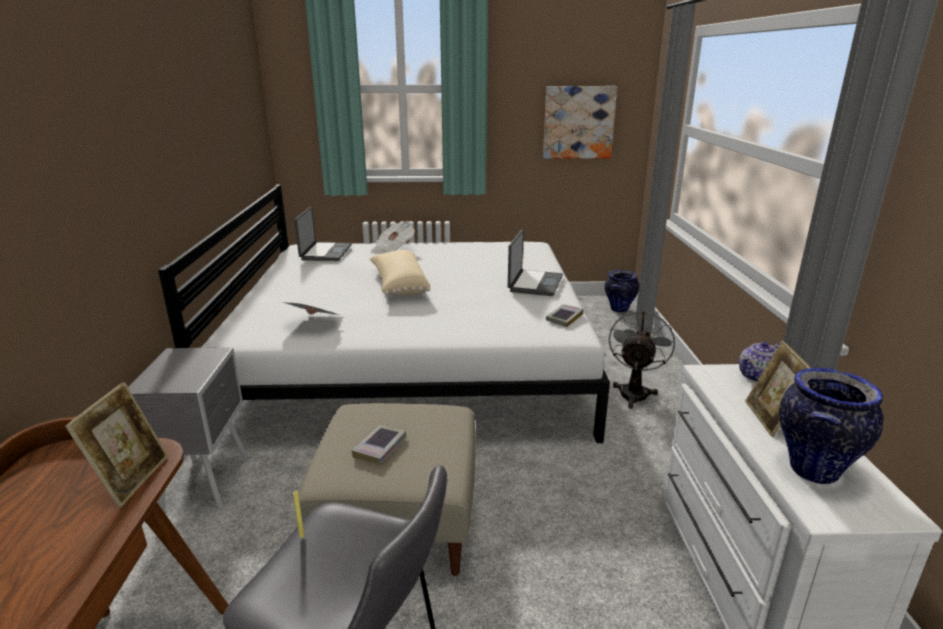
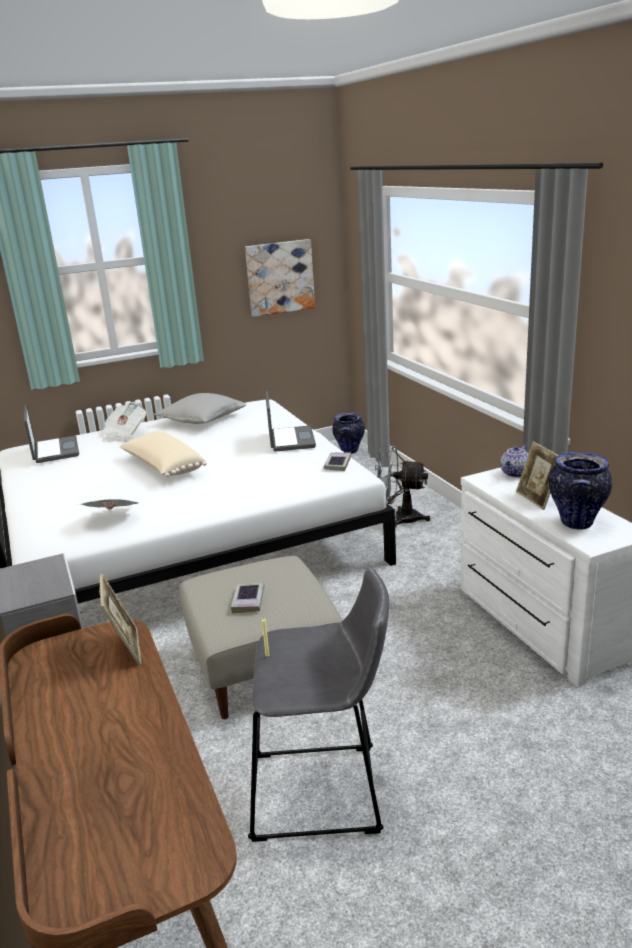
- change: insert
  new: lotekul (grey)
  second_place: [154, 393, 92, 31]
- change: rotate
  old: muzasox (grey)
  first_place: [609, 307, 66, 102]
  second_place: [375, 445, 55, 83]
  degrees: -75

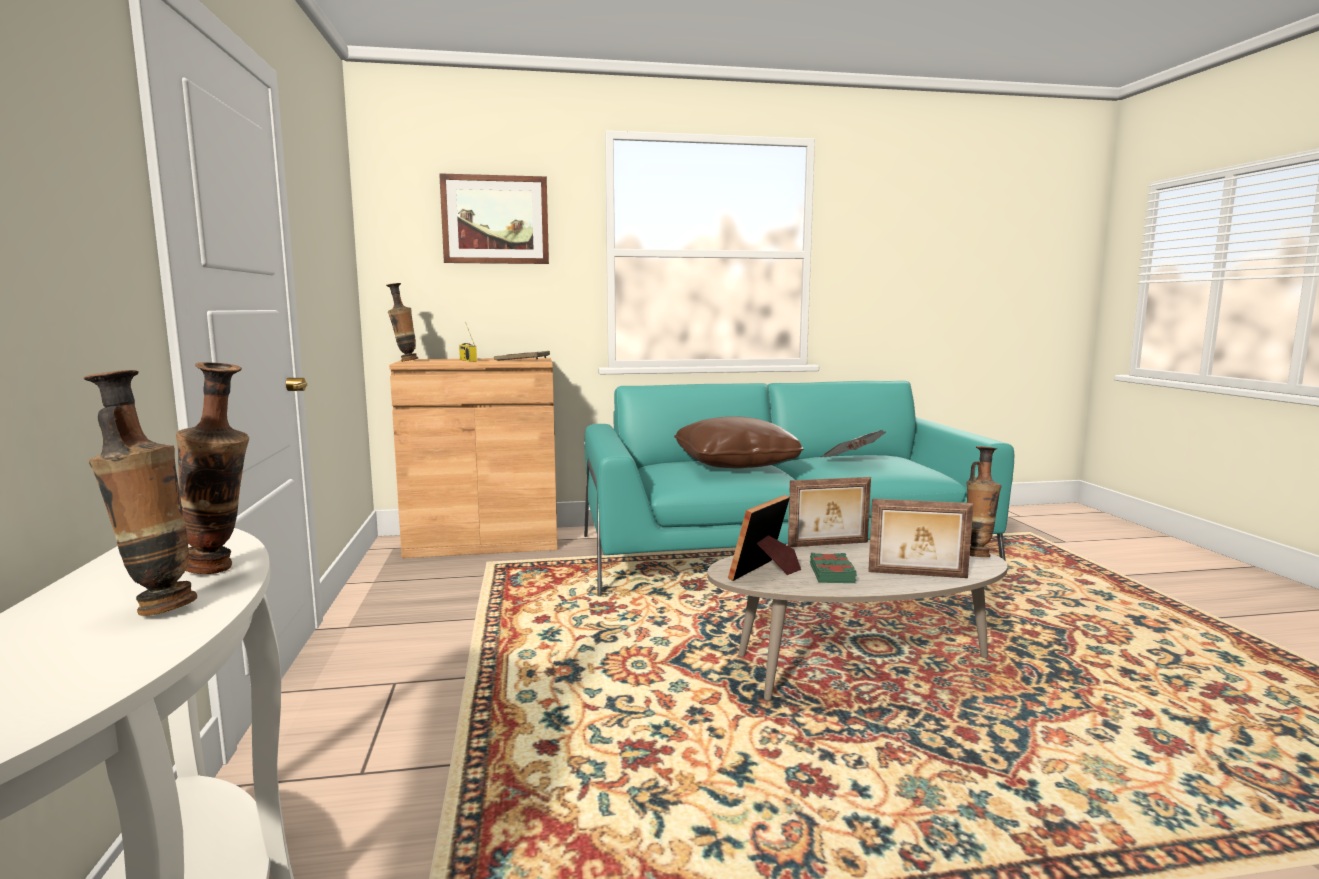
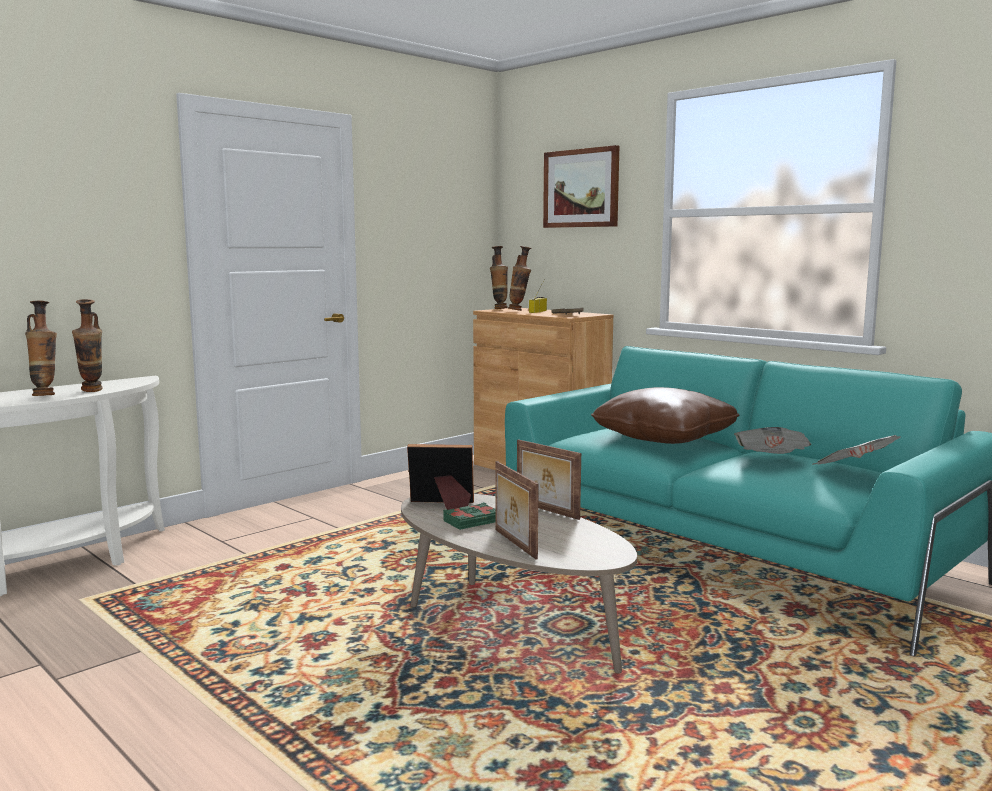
- change: insert
  new: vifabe
  second_place: [813, 435, 88, 30]
- change: move
  old: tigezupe
  first_place: [966, 446, 36, 111]
  second_place: [508, 246, 24, 65]

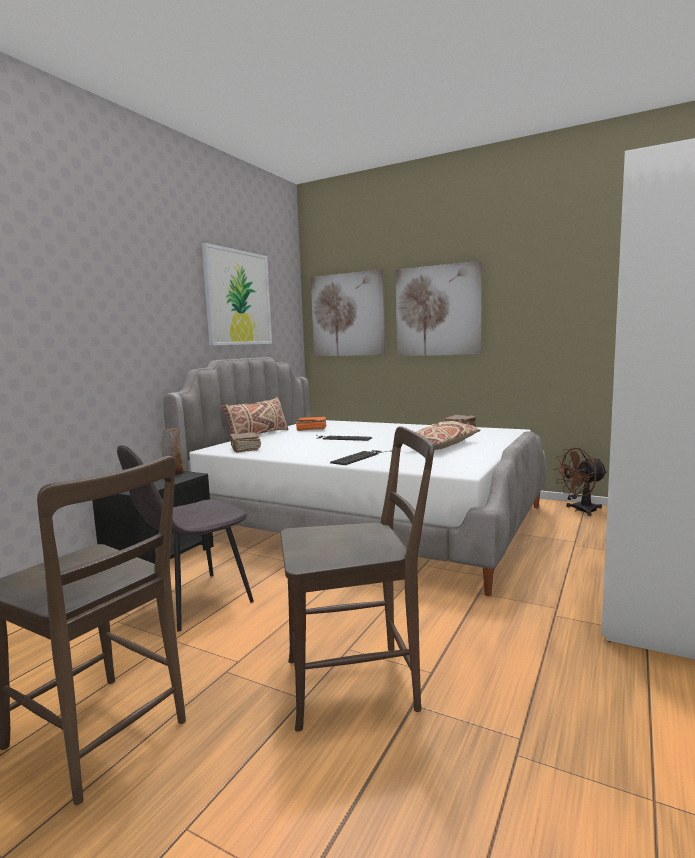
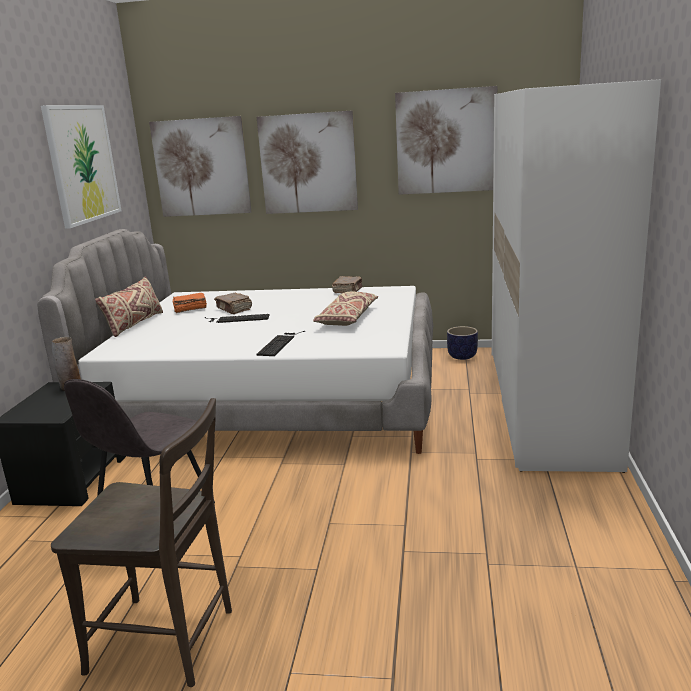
- change: delete
  old: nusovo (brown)
  first_place: [281, 426, 154, 305]
- change: insert
  new: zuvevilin
  second_place: [395, 86, 102, 109]
- change: move
  old: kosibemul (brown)
  first_place: [229, 432, 32, 20]
  second_place: [214, 293, 38, 21]
- change: replace
  old: muzasox (brown)
  new: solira
  first_place: [553, 448, 55, 68]
  second_place: [447, 326, 31, 34]

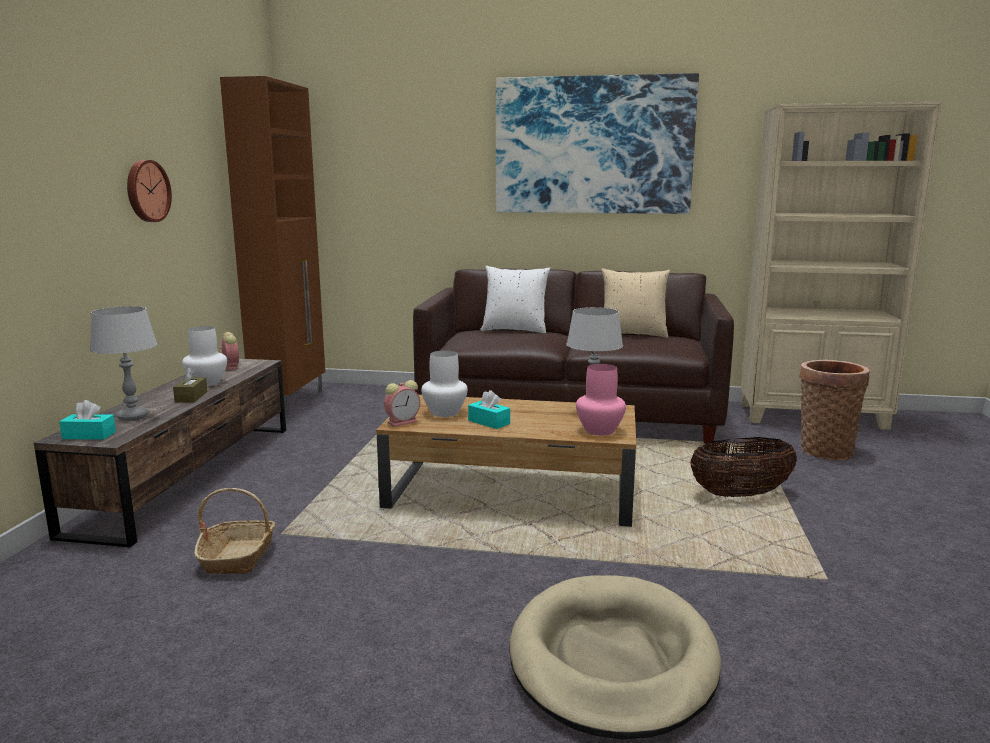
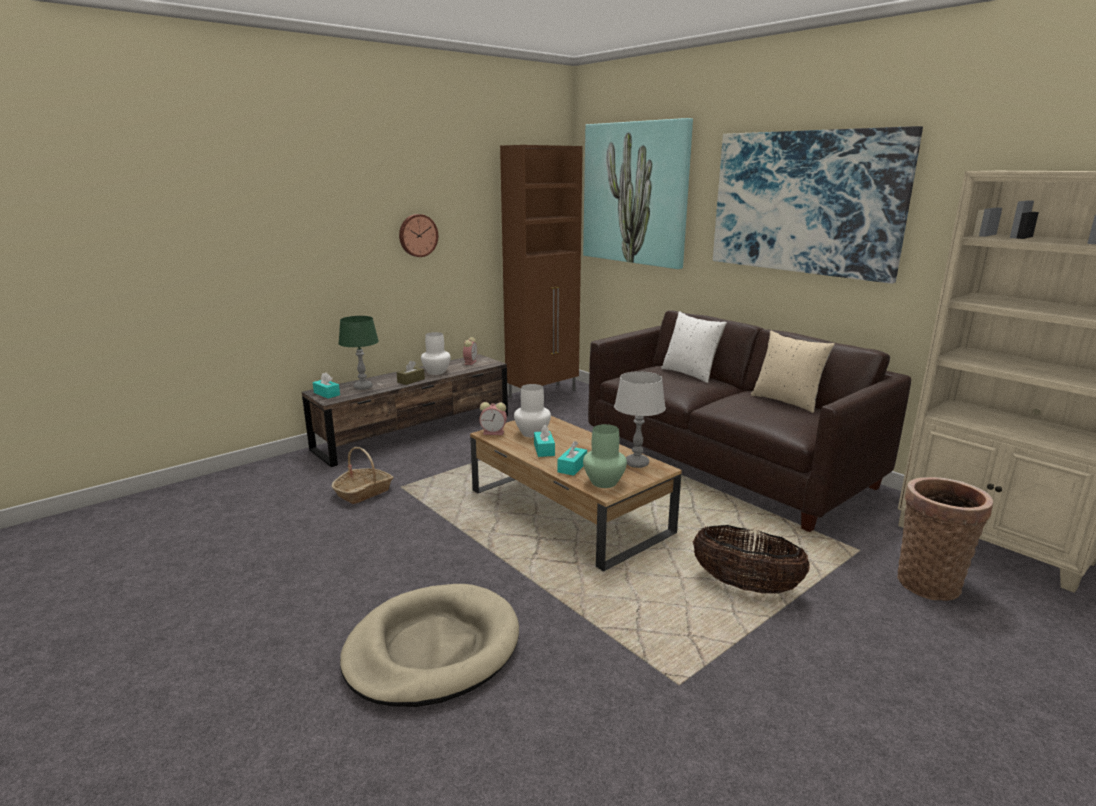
- change: insert
  new: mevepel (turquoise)
  second_place: [557, 441, 30, 35]
- change: insert
  new: zuvevilin
  second_place: [583, 118, 110, 151]
- change: recolor
  old: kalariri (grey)
  new: kalariri (green)
  first_place: [89, 306, 68, 115]
  second_place: [338, 316, 41, 74]
- change: recolor
  old: tigezupe (pink)
  new: tigezupe (green)
  first_place: [576, 364, 50, 71]
  second_place: [583, 424, 44, 64]

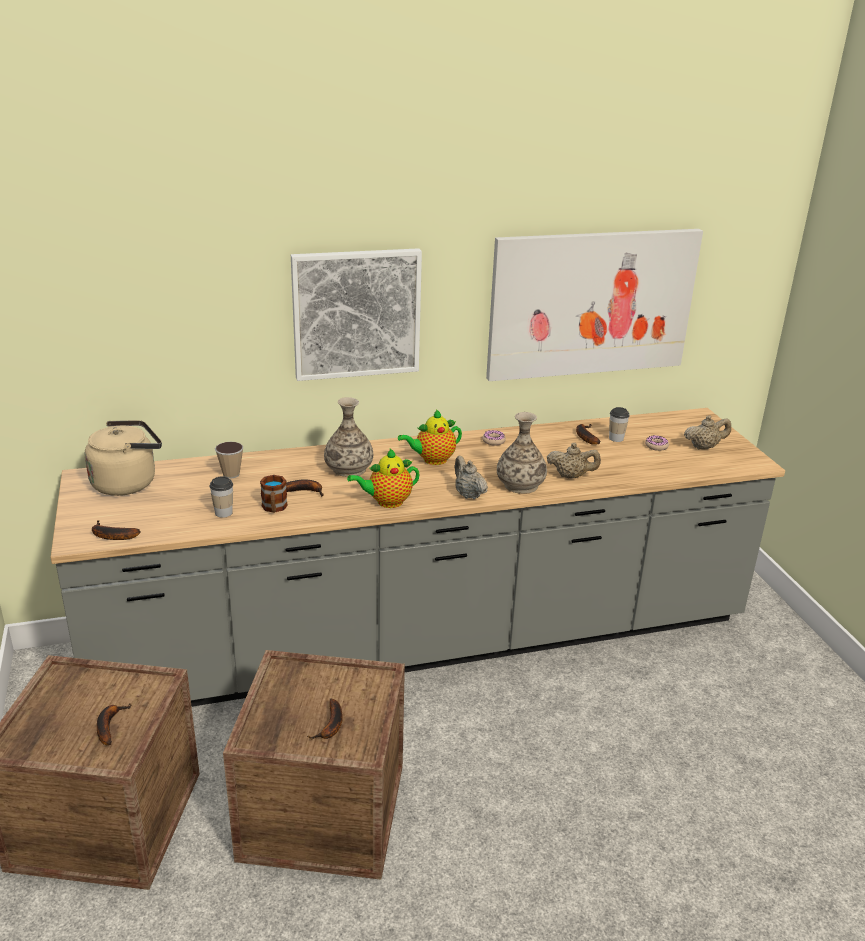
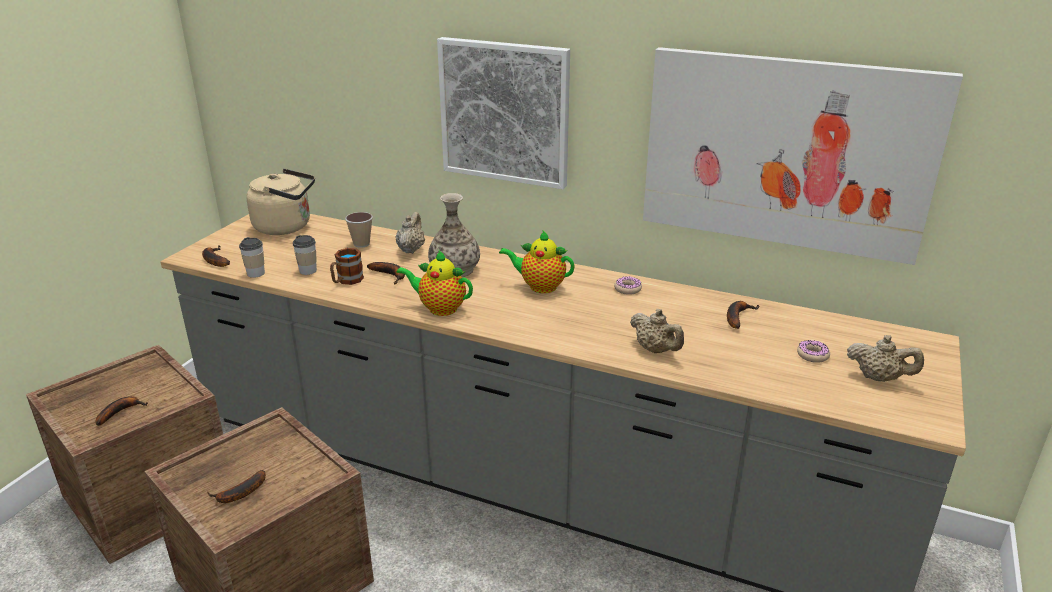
- change: delete
  old: tigezupe
  first_place: [497, 412, 50, 82]
- change: move
  old: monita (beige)
  first_place: [455, 456, 33, 43]
  second_place: [395, 212, 30, 42]
- change: move
  old: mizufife
  first_place: [609, 407, 21, 35]
  second_place: [239, 237, 26, 41]

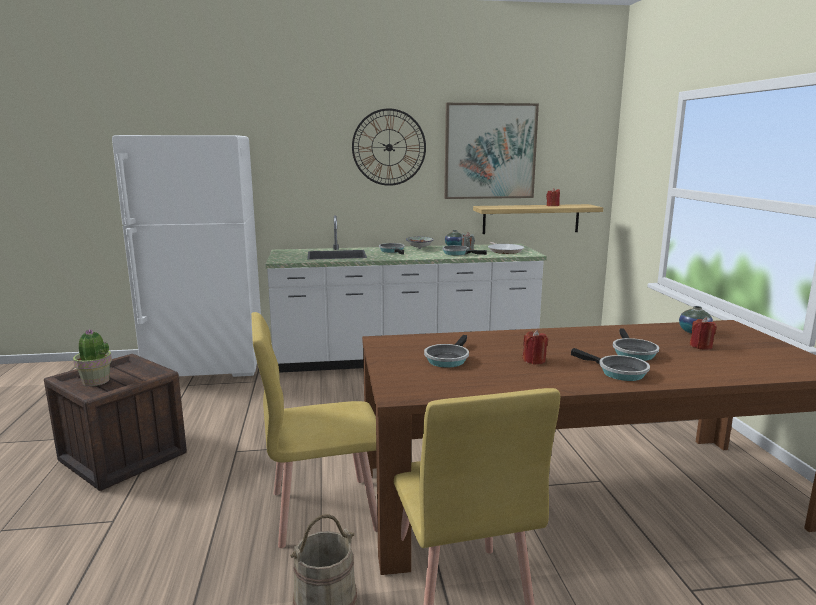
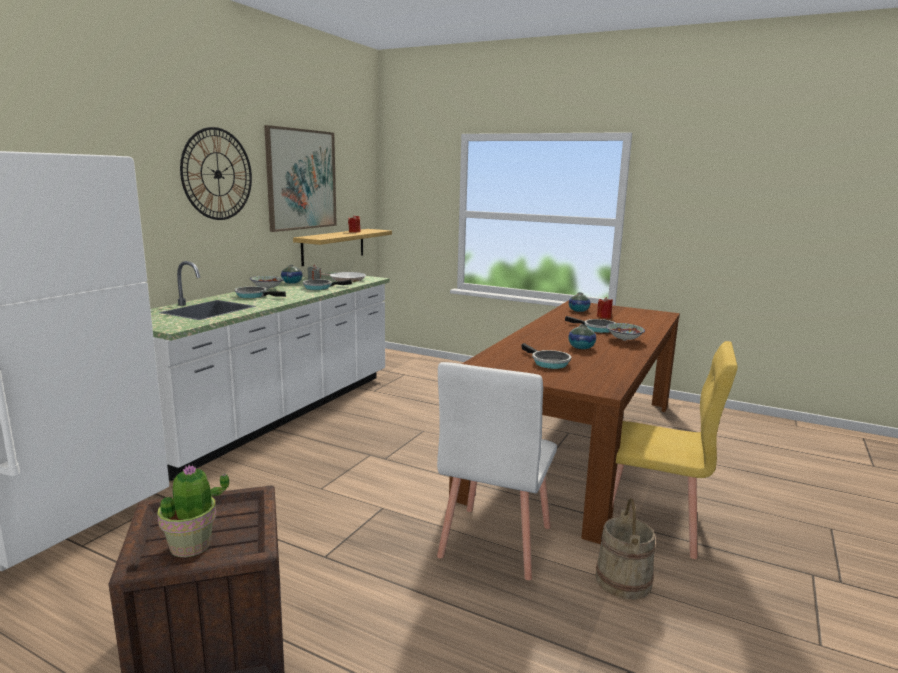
- change: replace
  old: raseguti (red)
  new: tigezupe
  first_place: [522, 330, 26, 34]
  second_place: [568, 324, 28, 25]
- change: replace
  old: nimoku
  new: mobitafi
  first_place: [571, 348, 79, 33]
  second_place: [606, 323, 39, 18]
- change: recolor
  old: nusovo (yellow)
  new: nusovo (white)
  first_place: [251, 312, 127, 236]
  second_place: [437, 362, 120, 218]

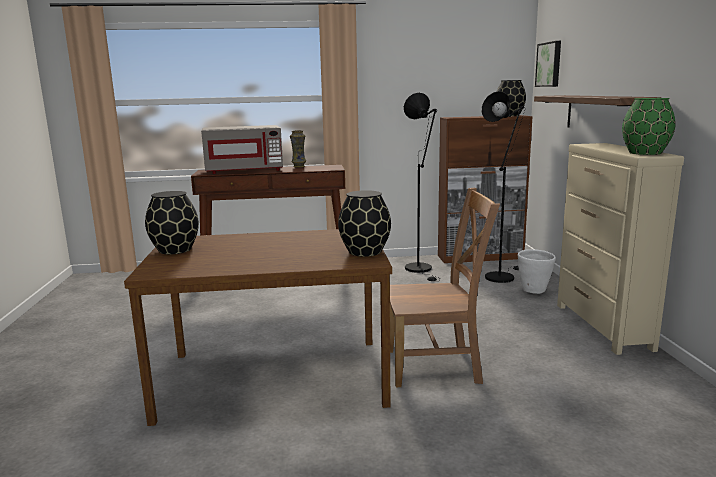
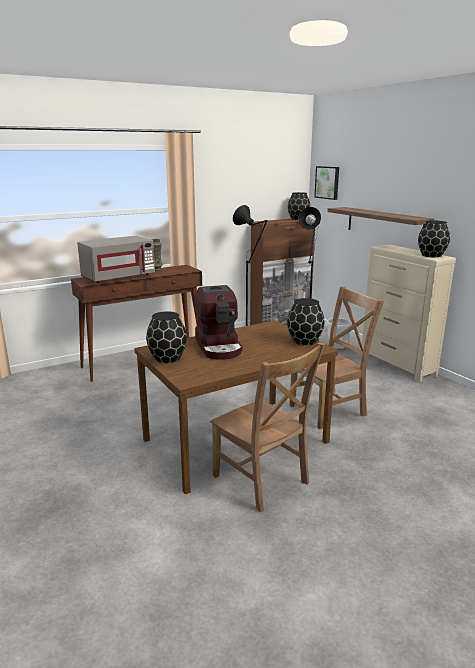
- change: insert
  new: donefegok
  second_place: [194, 285, 49, 75]
- change: insert
  new: nusovo (brown)
  second_place: [210, 342, 115, 170]
- change: recolor
  old: tigezupe (green)
  new: tigezupe (black)
  first_place: [622, 98, 54, 57]
  second_place: [418, 220, 32, 37]

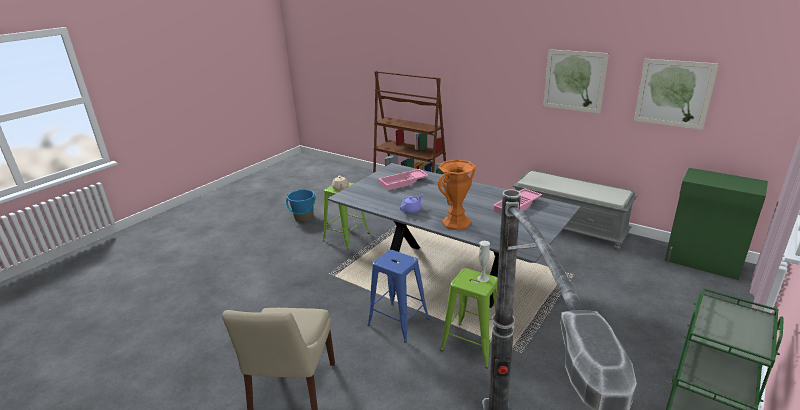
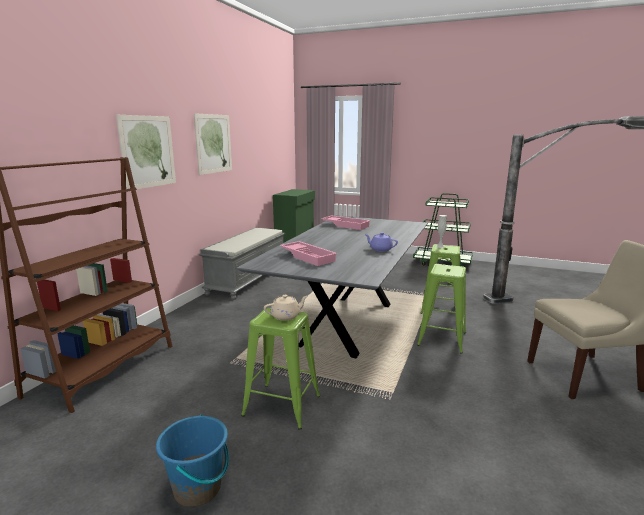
- change: delete
  old: tigezupe (orange)
  first_place: [438, 159, 38, 71]
- change: move
  old: zuvevilin
  first_place: [634, 59, 85, 71]
  second_place: [116, 115, 60, 74]
- change: recolor
  old: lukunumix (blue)
  new: lukunumix (green)
  first_place: [368, 250, 62, 93]
  second_place: [417, 264, 49, 89]

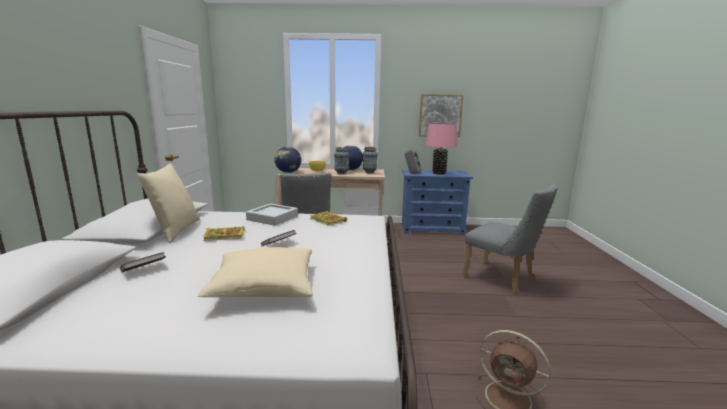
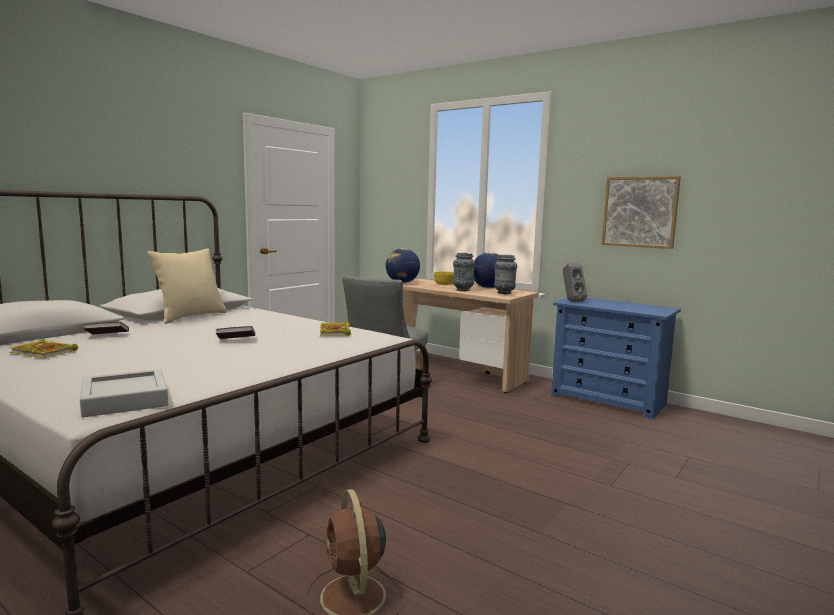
- change: delete
  old: lotekul (beige)
  first_place: [198, 247, 115, 50]
- change: delete
  old: kalariri (pink)
  first_place: [425, 123, 32, 51]
- change: delete
  old: nusovo (grey)
  first_place: [463, 184, 95, 110]
- change: move
  old: kosibemul
  first_place: [203, 226, 42, 15]
  second_place: [9, 339, 69, 19]
- change: move
  old: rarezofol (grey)
  first_place: [246, 203, 52, 23]
  second_place: [80, 369, 88, 48]

